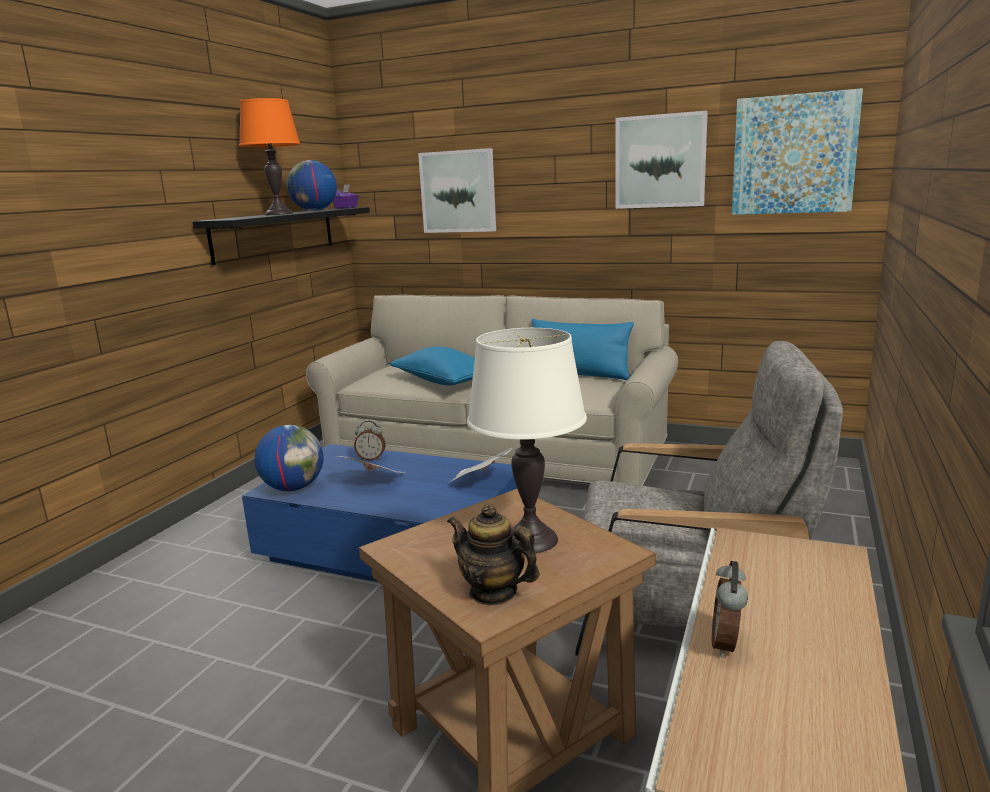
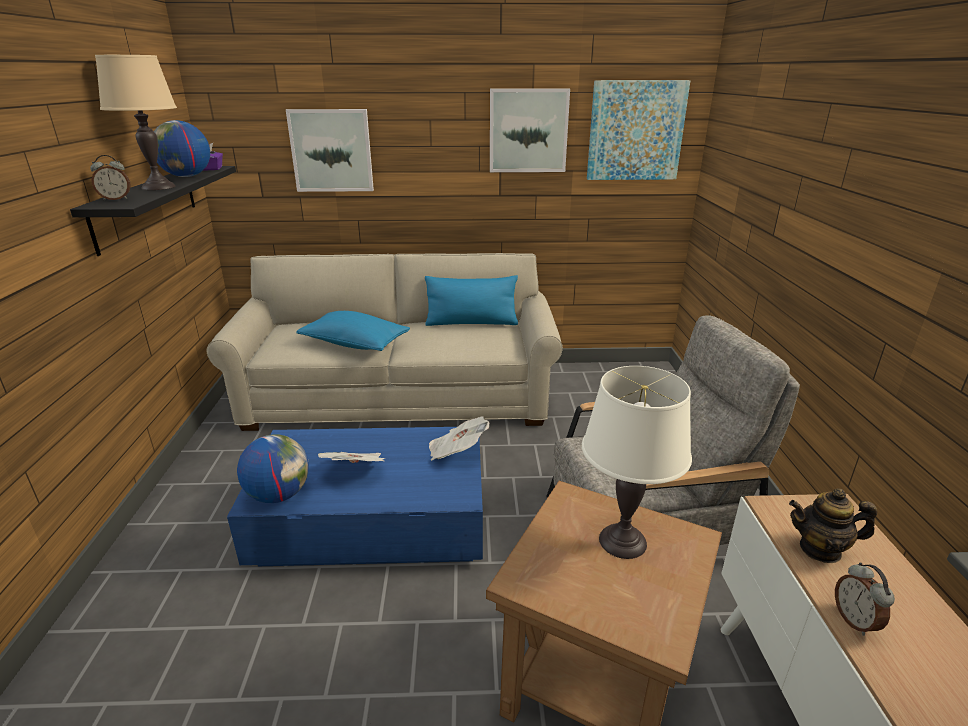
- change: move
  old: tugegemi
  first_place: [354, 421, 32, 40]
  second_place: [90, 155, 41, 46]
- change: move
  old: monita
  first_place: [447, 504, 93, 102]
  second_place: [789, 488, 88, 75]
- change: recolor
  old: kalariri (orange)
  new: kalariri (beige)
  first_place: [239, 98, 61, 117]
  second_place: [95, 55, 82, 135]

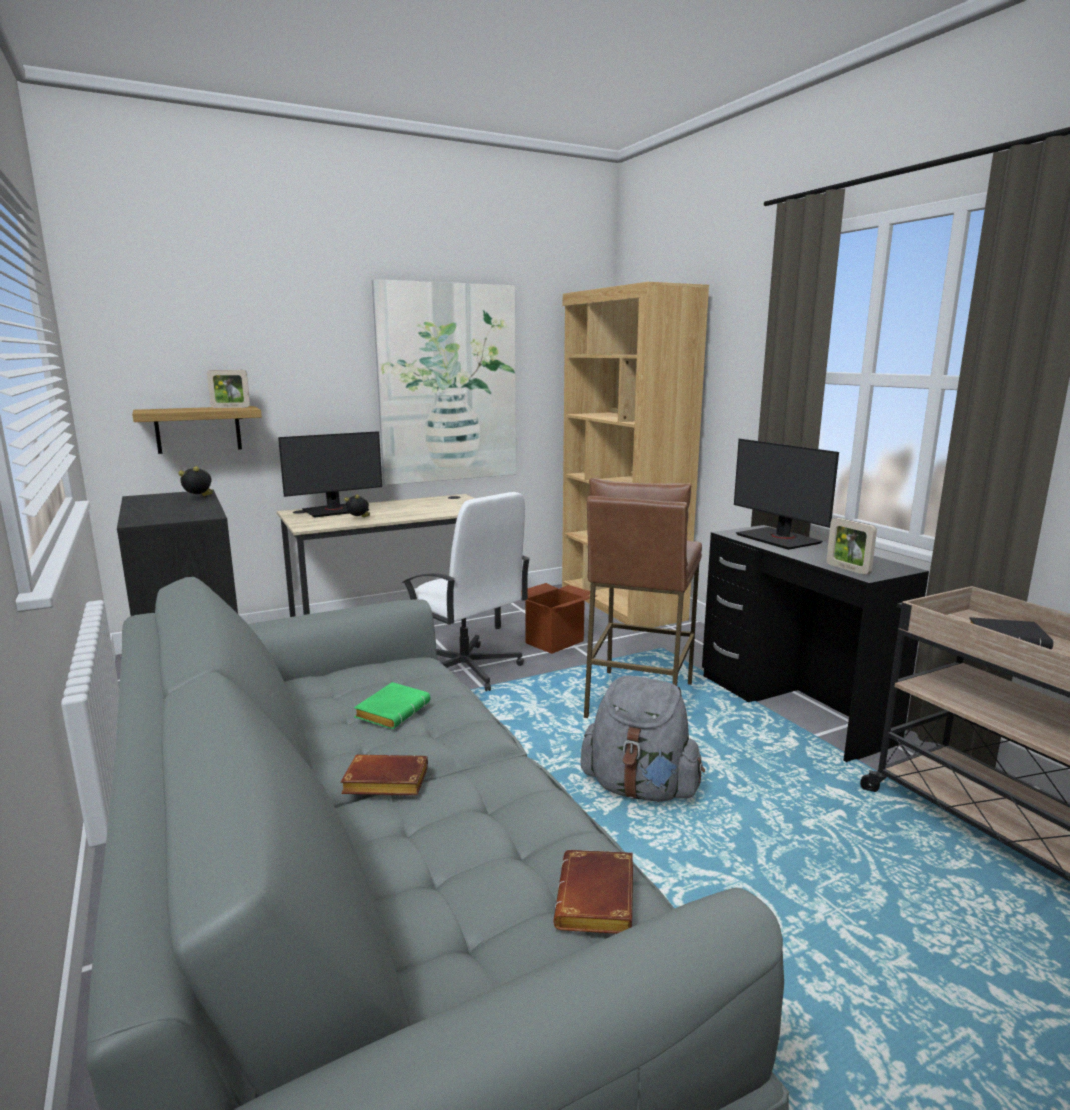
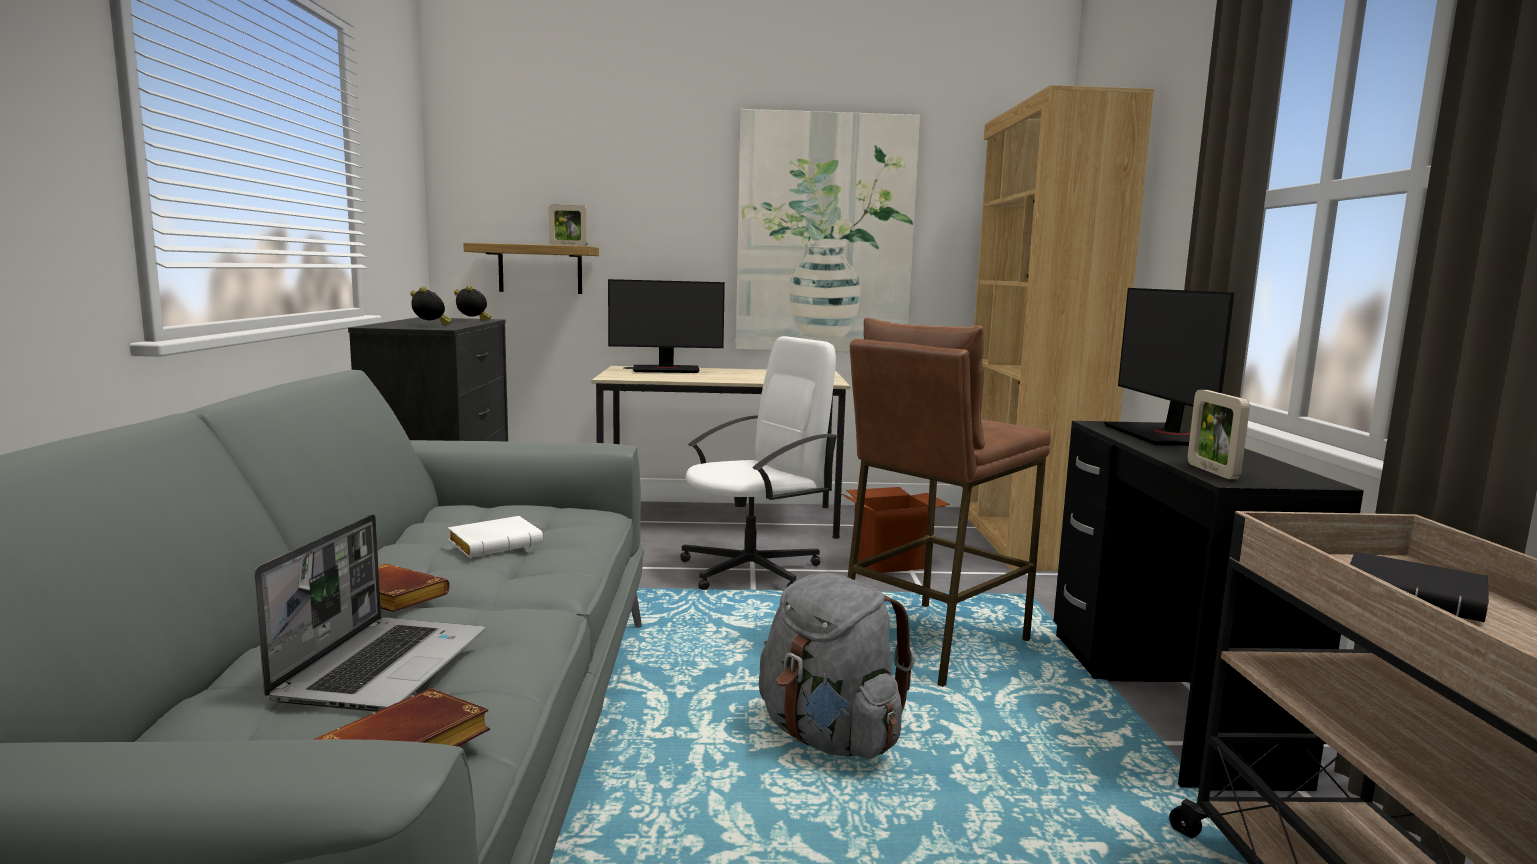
- change: insert
  new: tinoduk
  second_place: [254, 514, 231, 198]
- change: move
  old: tugegemi
  first_place: [344, 494, 26, 23]
  second_place: [410, 286, 42, 39]
- change: recolor
  old: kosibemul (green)
  new: kosibemul (white)
  first_place: [354, 682, 77, 47]
  second_place: [448, 516, 95, 41]
- change: rotate
  old: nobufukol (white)
  first_place: [402, 492, 129, 199]
  second_place: [680, 336, 158, 254]
  degrees: -105

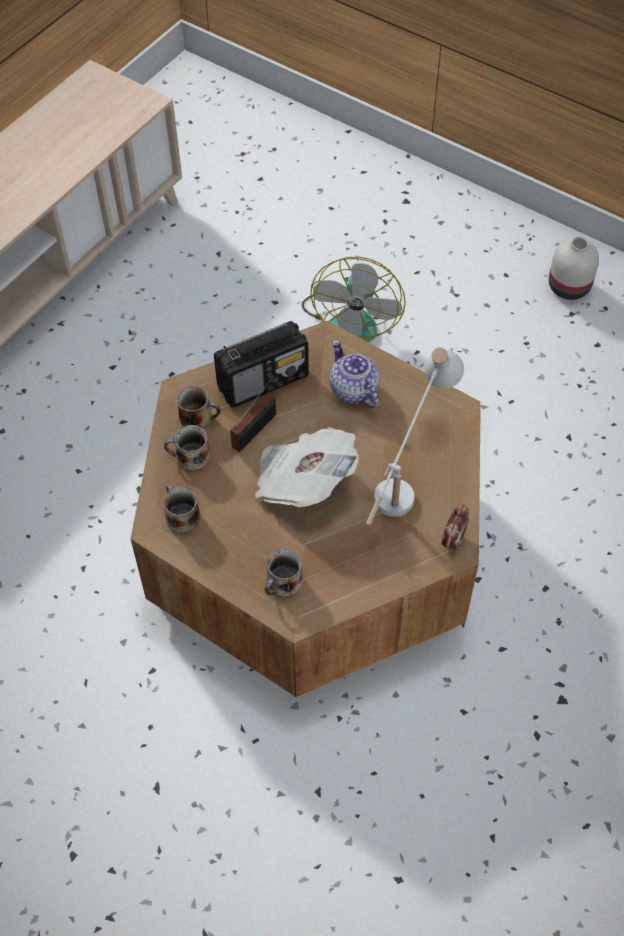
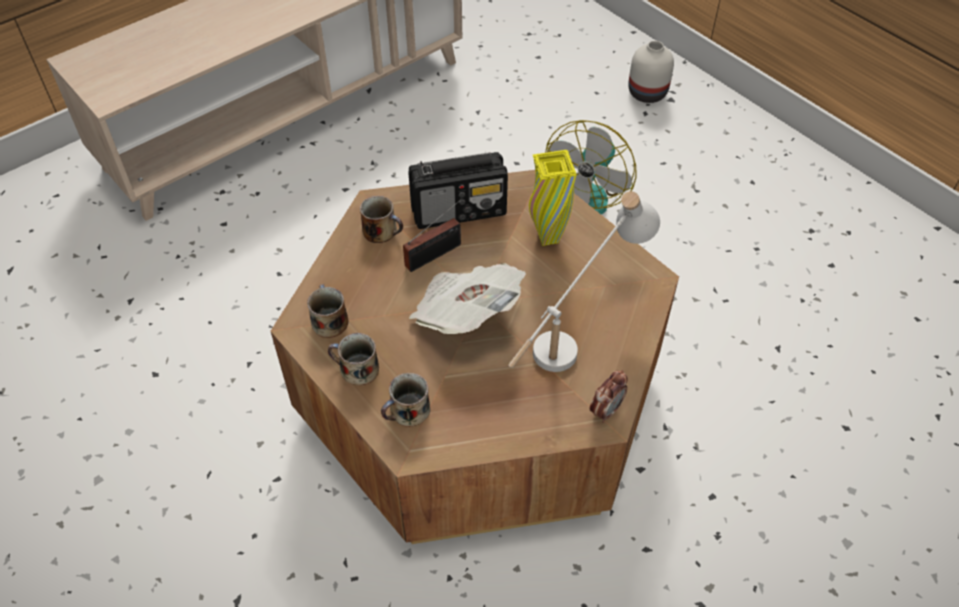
- change: move
  old: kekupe
  first_place: [164, 425, 46, 45]
  second_place: [328, 333, 51, 52]
- change: move
  old: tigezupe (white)
  first_place: [549, 237, 50, 63]
  second_place: [628, 41, 46, 62]
- change: replace
  old: monita
  new: tigezupe (yellow)
  first_place: [330, 340, 50, 68]
  second_place: [529, 150, 48, 96]

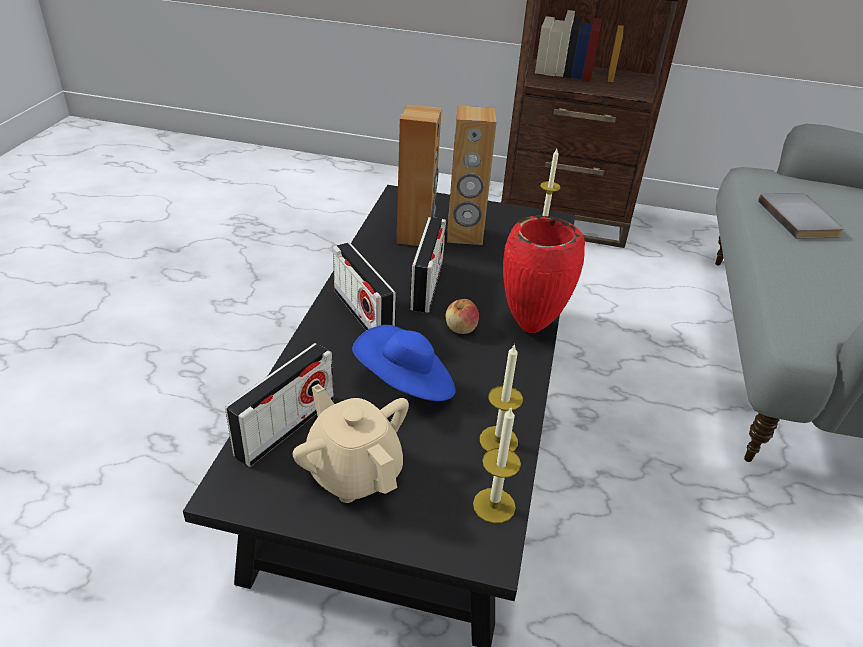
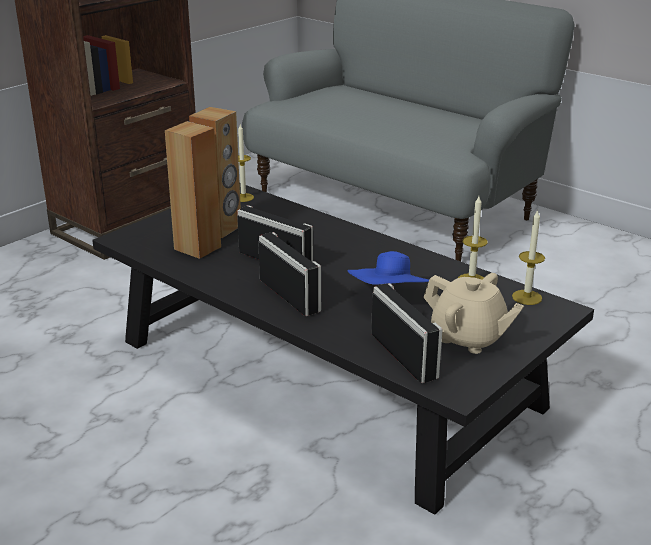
- change: delete
  old: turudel
  first_place: [445, 299, 34, 35]
- change: delete
  old: tigezupe (red)
  first_place: [503, 216, 82, 117]
- change: delete
  old: kosibemul (grey)
  first_place: [758, 193, 86, 46]
- change: rotate
  old: monita (beige)
  first_place: [292, 384, 117, 119]
  second_place: [423, 273, 101, 81]
  degrees: -135
- change: rotate
  old: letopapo
  first_place: [333, 243, 63, 87]
  second_place: [258, 232, 63, 84]
  degrees: -120

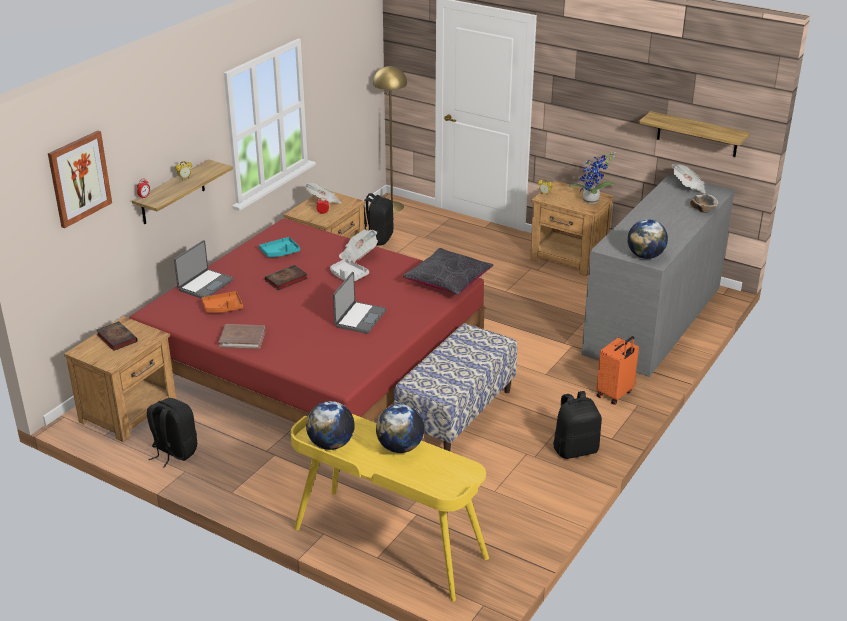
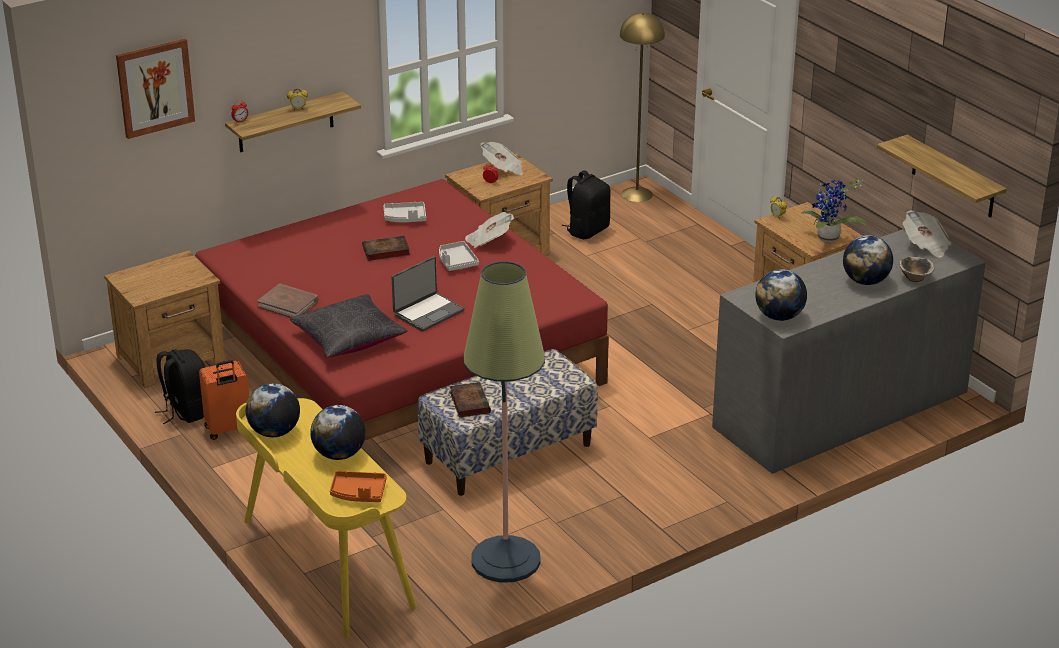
- change: delete
  old: tinoduk
  first_place: [174, 240, 60, 59]
- change: delete
  old: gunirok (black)
  first_place: [553, 391, 49, 68]
- change: insert
  new: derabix
  second_place: [464, 261, 81, 322]
- change: insert
  new: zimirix
  second_place: [843, 235, 50, 50]
- change: move
  old: kosibemul
  first_place: [96, 321, 42, 30]
  second_place: [450, 382, 41, 36]
- change: move
  old: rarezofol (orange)
  first_place: [202, 291, 41, 22]
  second_place: [330, 471, 57, 31]
- change: move
  old: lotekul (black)
  first_place: [403, 248, 90, 47]
  second_place: [290, 294, 117, 64]
- change: move
  old: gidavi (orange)
  first_place: [596, 336, 43, 69]
  second_place: [199, 360, 50, 80]
- change: recolor
  old: rarezofol (turquoise)
  new: rarezofol (grey)
  first_place: [259, 237, 41, 20]
  second_place: [383, 202, 43, 20]

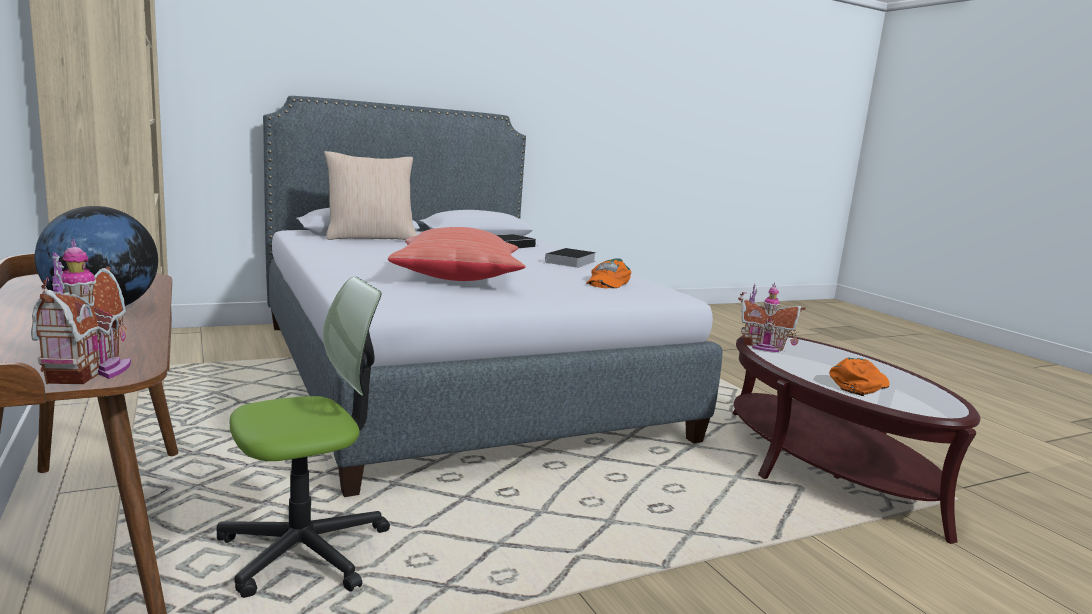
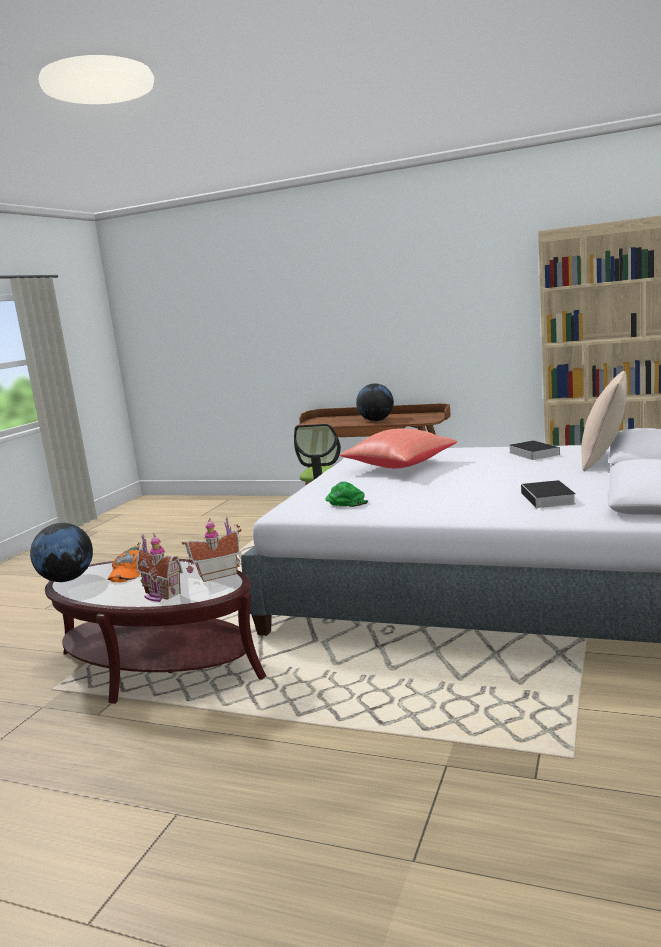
- change: insert
  new: zimirix
  second_place: [30, 523, 63, 59]
- change: move
  old: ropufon
  first_place: [31, 238, 100, 146]
  second_place: [136, 534, 47, 68]
- change: move
  old: kosibemul
  first_place: [543, 248, 53, 20]
  second_place: [509, 440, 51, 20]
- change: recolor
  old: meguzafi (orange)
  new: meguzafi (green)
  first_place: [586, 259, 45, 29]
  second_place: [325, 482, 43, 25]

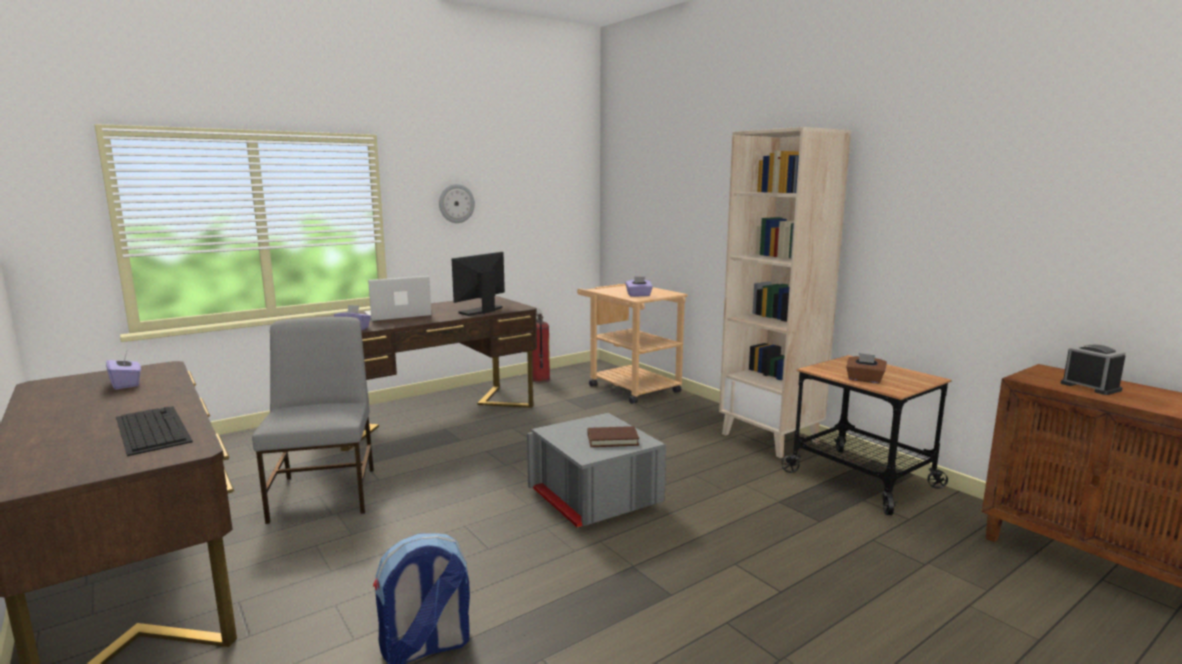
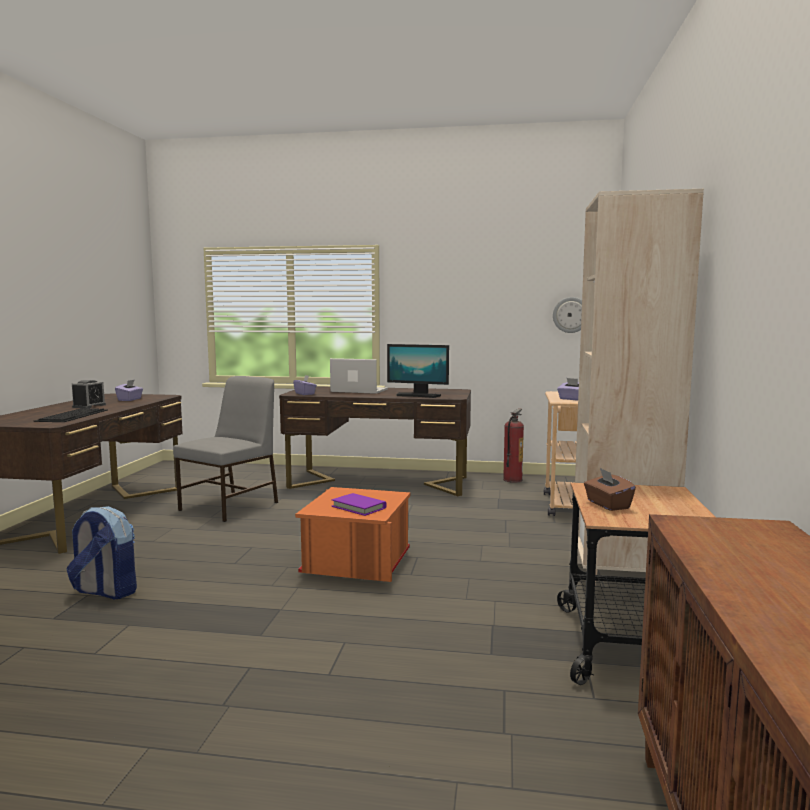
- change: move
  old: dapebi
  first_place: [439, 184, 36, 39]
  second_place: [553, 297, 29, 36]
- change: move
  old: tugegemi
  first_place: [1061, 345, 65, 50]
  second_place: [72, 380, 34, 28]
- change: recolor
  old: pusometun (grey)
  new: pusometun (orange)
  first_place: [527, 413, 139, 115]
  second_place: [295, 487, 116, 95]
- change: recolor
  old: kosibemul (brown)
  new: kosibemul (purple)
  first_place: [588, 426, 51, 21]
  second_place: [331, 493, 56, 23]
- change: rotate
  old: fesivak
  first_place: [451, 252, 54, 64]
  second_place: [387, 344, 62, 54]
  degrees: -150

